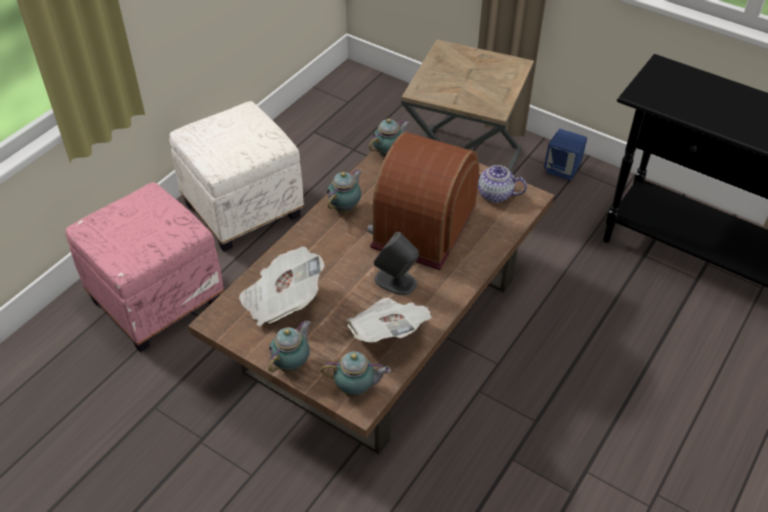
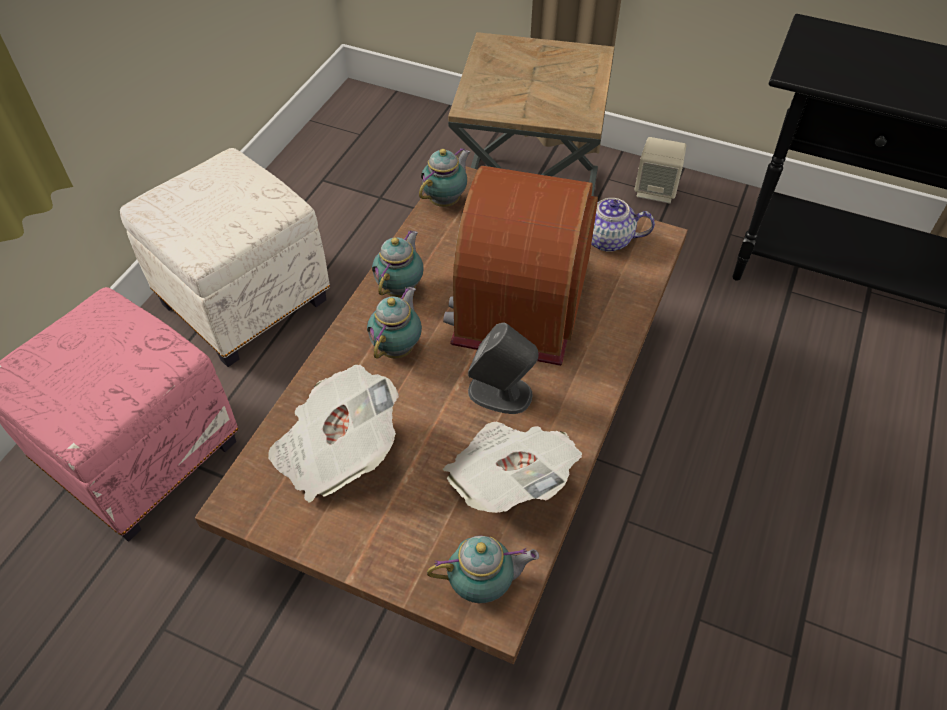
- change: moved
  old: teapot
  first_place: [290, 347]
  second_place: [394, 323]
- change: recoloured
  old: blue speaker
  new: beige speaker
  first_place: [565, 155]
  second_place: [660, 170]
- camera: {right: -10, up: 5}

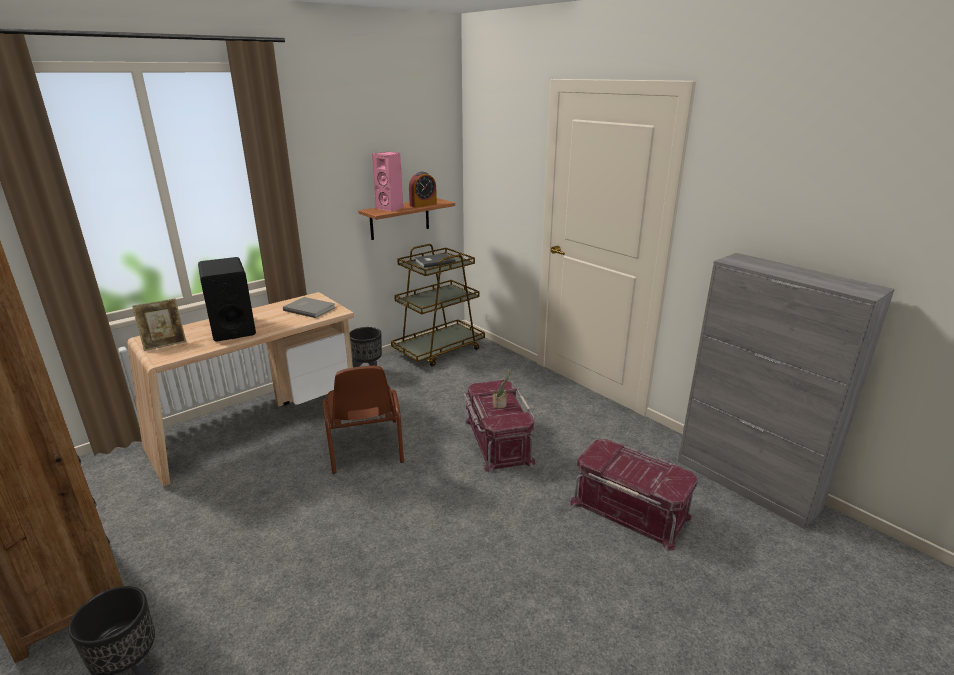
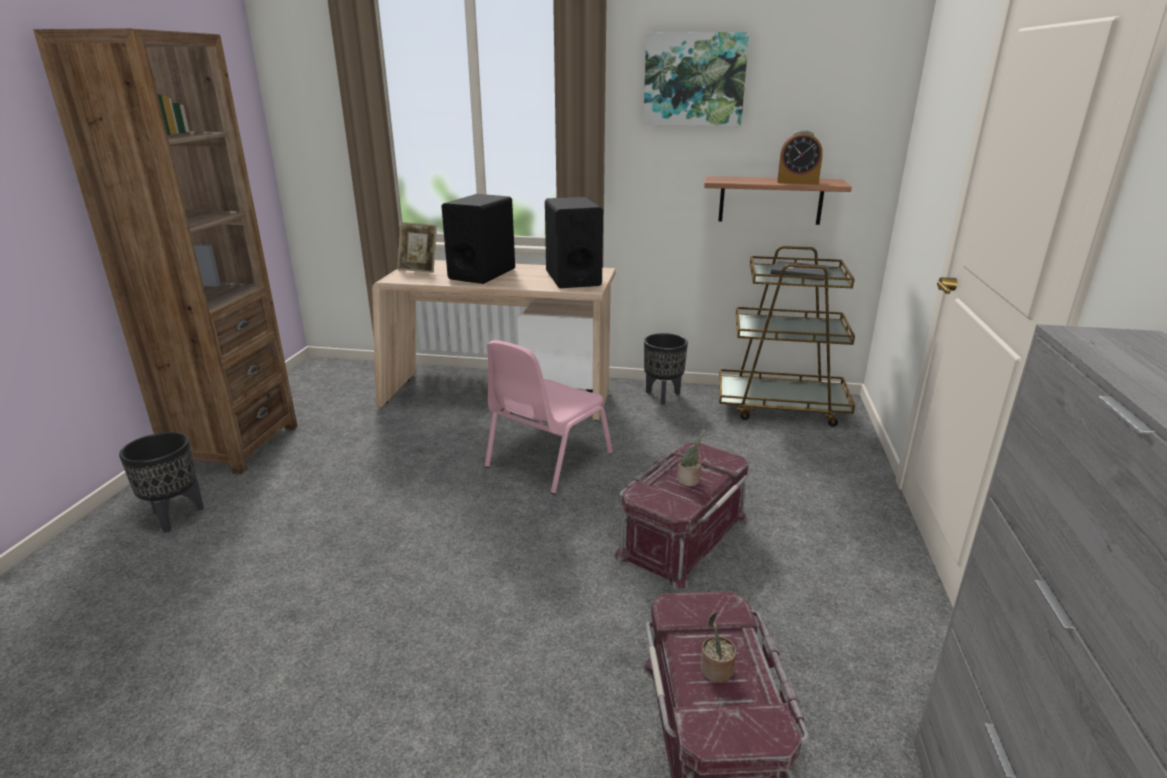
- change: recoloured
  old: brown chair
  new: pink chair
  first_place: [363, 420]
  second_place: [549, 417]
- change: replaced
  old: grey book
  new: black speaker
  first_place: [309, 307]
  second_place: [574, 242]
- change: added
  new: picture
  second_place: [696, 79]
- change: added
  new: potted plant
  second_place: [718, 647]
- change: removed
  old: pink speaker
  first_place: [387, 182]
- camera: {right: 50, up: 0}

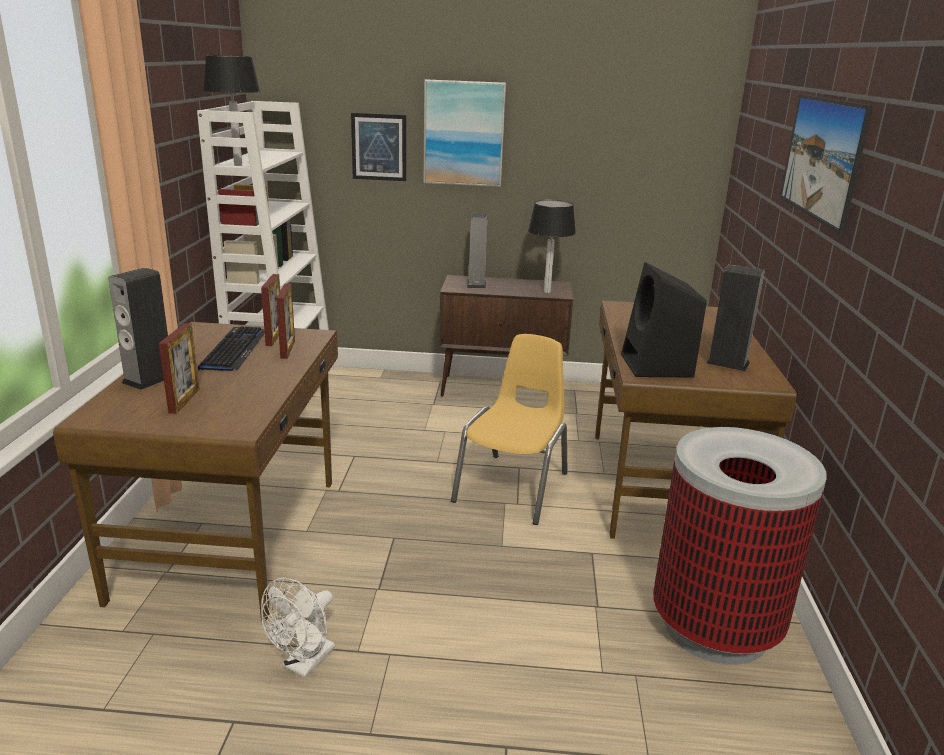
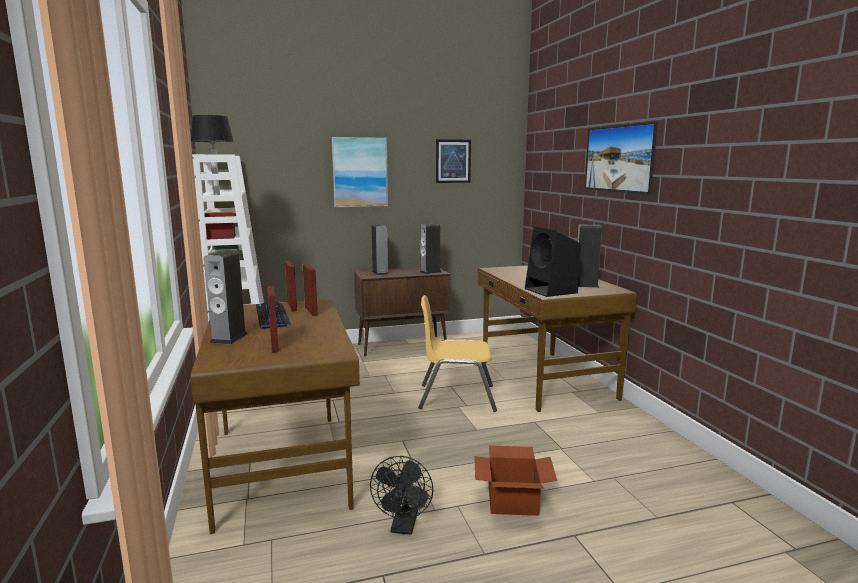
- change: recoloured
  old: white fan
  new: black fan
  first_place: [298, 627]
  second_place: [401, 495]
- change: turned
  old: yellow chair
  first_place: [509, 429]
  second_place: [457, 353]
  degrees: -90
- change: replaced
  old: table lamp
  new: speaker
  first_place: [552, 246]
  second_place: [430, 249]
- change: moved
  old: picture
  first_place: [378, 147]
  second_place: [453, 161]
- change: added
  new: cardboard box
  second_place: [515, 481]
- change: removed
  old: trash can
  first_place: [740, 546]
- camera: {right: -20, up: -10}

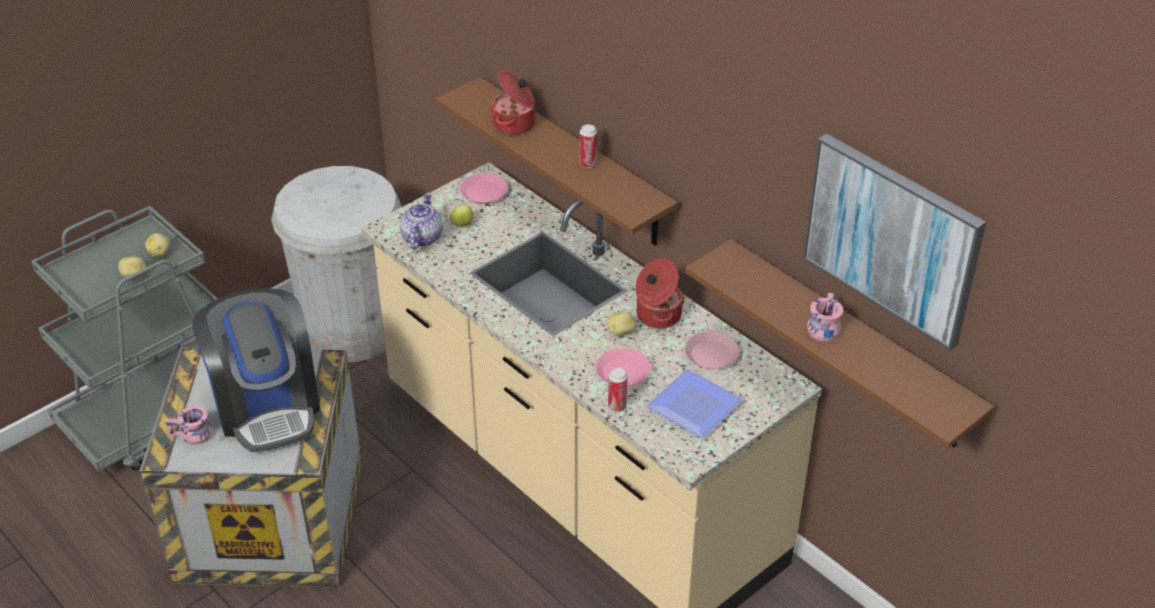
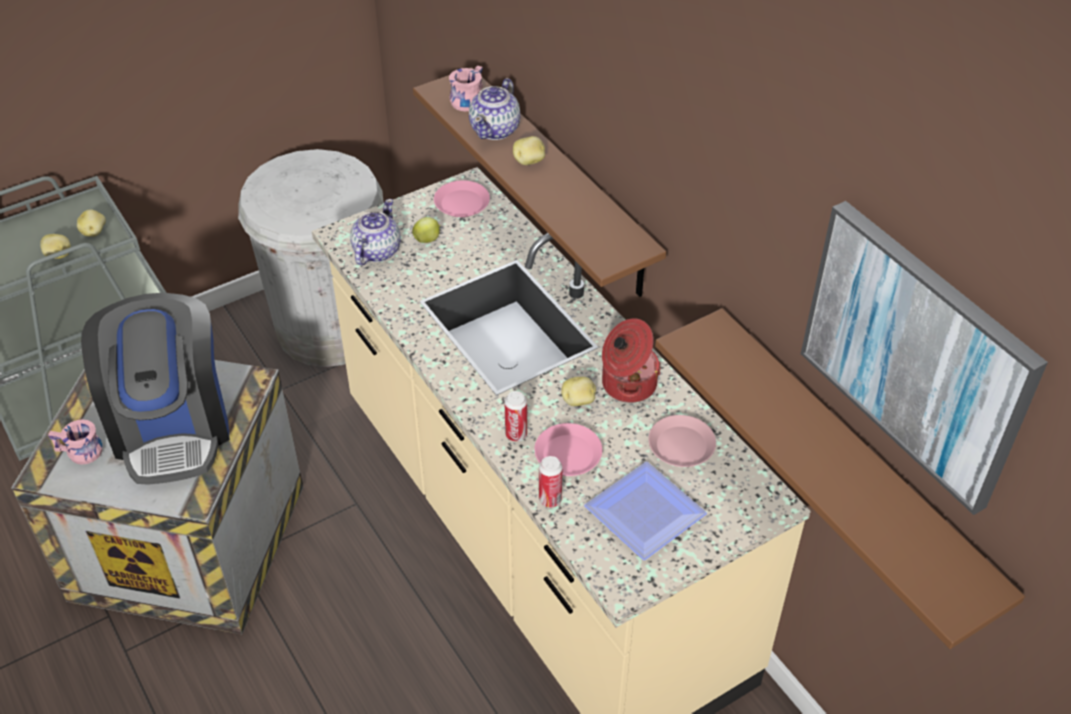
- change: moved
  old: pink mug
  first_place: [825, 317]
  second_place: [466, 88]
- change: replaced
  old: cooking pot
  new: teapot
  first_place: [512, 102]
  second_place: [494, 109]
- change: moved
  old: can
  first_place: [588, 146]
  second_place: [515, 416]
- change: added
  new: potato
  second_place: [529, 150]
- camera: {right: 10, up: 5}

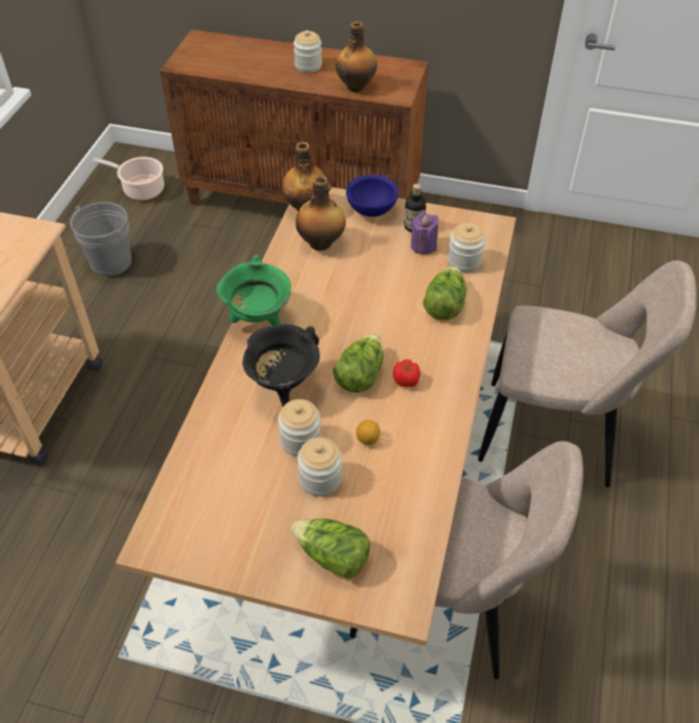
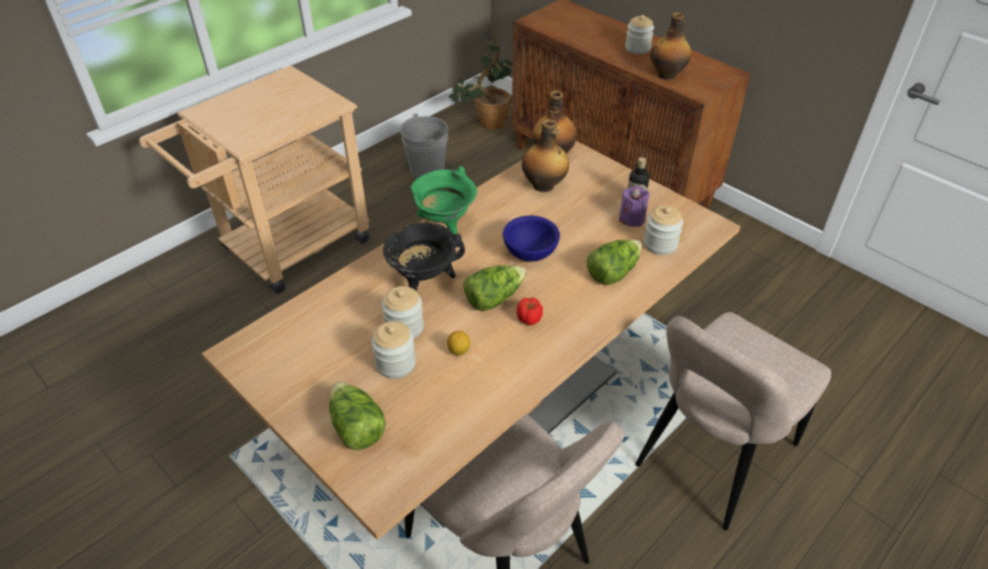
- change: replaced
  old: cooking pot
  new: potted plant
  first_place: [128, 178]
  second_place: [480, 82]
- change: moved
  old: blue bowl
  first_place: [372, 196]
  second_place: [531, 239]
- change: turned
  old: beige chair
  first_place: [587, 373]
  second_place: [733, 421]
  degrees: 90
- camera: {right: 30, up: -5}

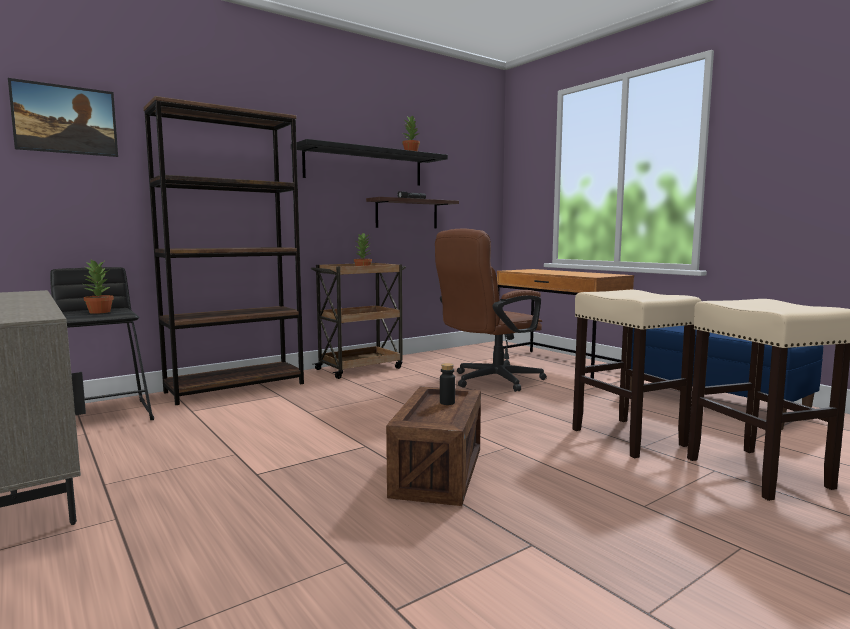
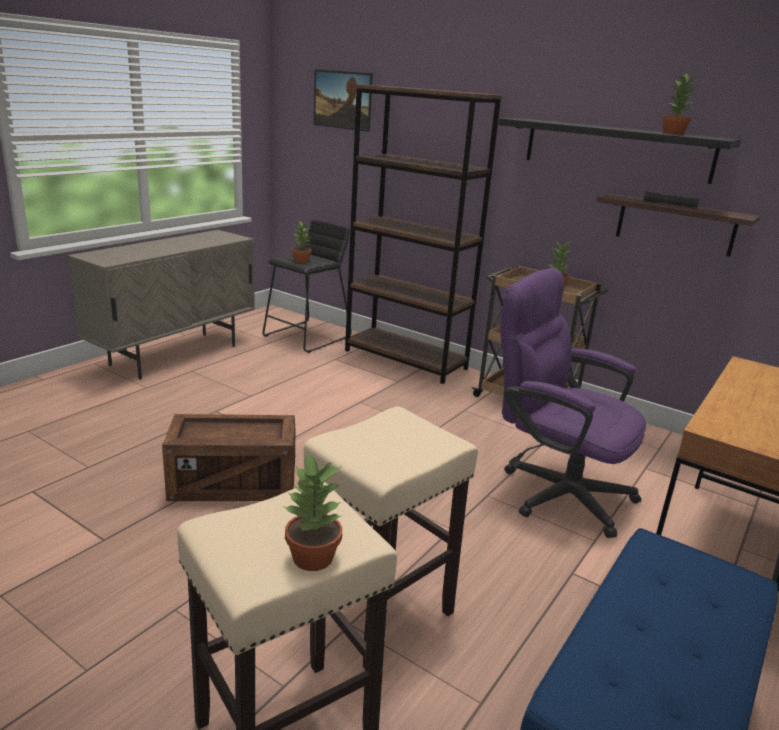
- change: added
  new: potted plant
  second_place: [312, 511]
- change: recoloured
  old: brown office chair
  new: purple office chair
  first_place: [491, 310]
  second_place: [573, 403]
- change: removed
  old: black bottle
  first_place: [447, 384]
- camera: {right: 70, up: 15}

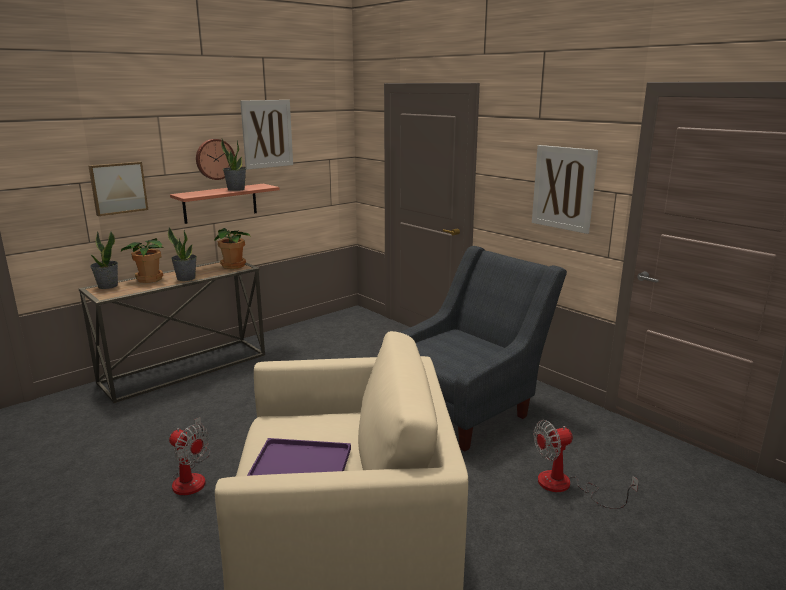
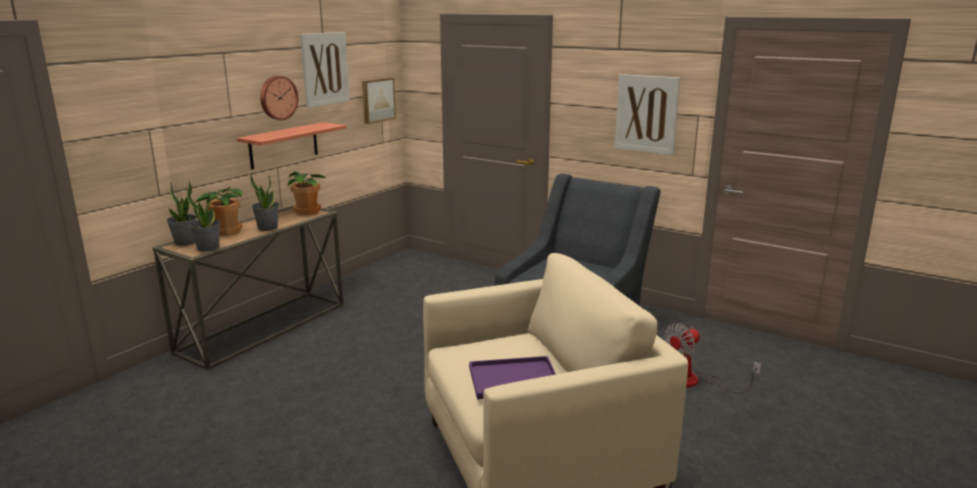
- change: moved
  old: potted plant
  first_place: [233, 165]
  second_place: [203, 220]
- change: moved
  old: picture
  first_place: [118, 188]
  second_place: [379, 101]
- change: removed
  old: fan
  first_place: [189, 456]
- camera: {right: -15, up: 0}

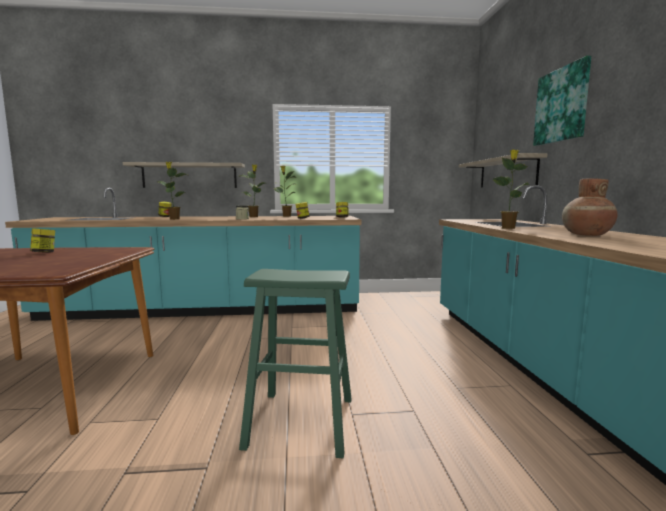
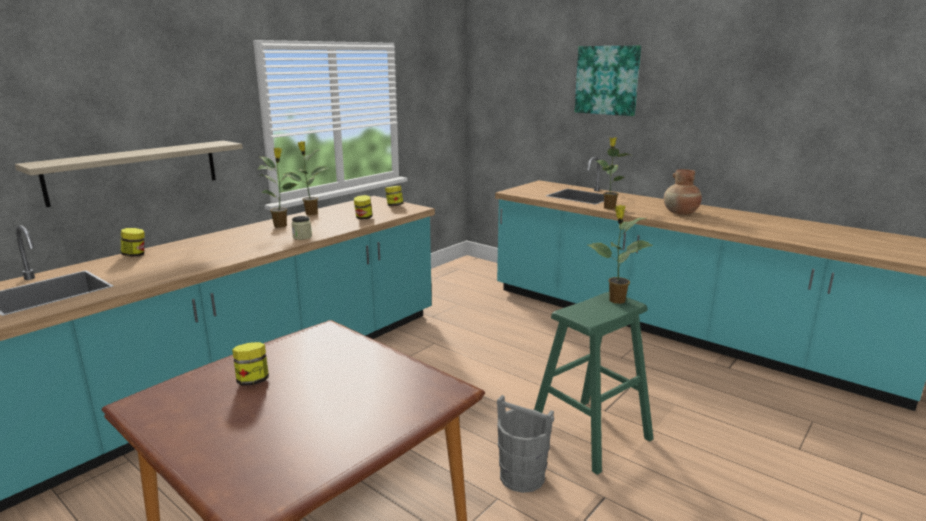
- change: added
  new: grey bucket
  second_place: [525, 444]
- change: moved
  old: potted plant
  first_place: [172, 191]
  second_place: [620, 254]
- change: removed
  old: shelf
  first_place: [503, 170]
- camera: {right: -45, up: 10}

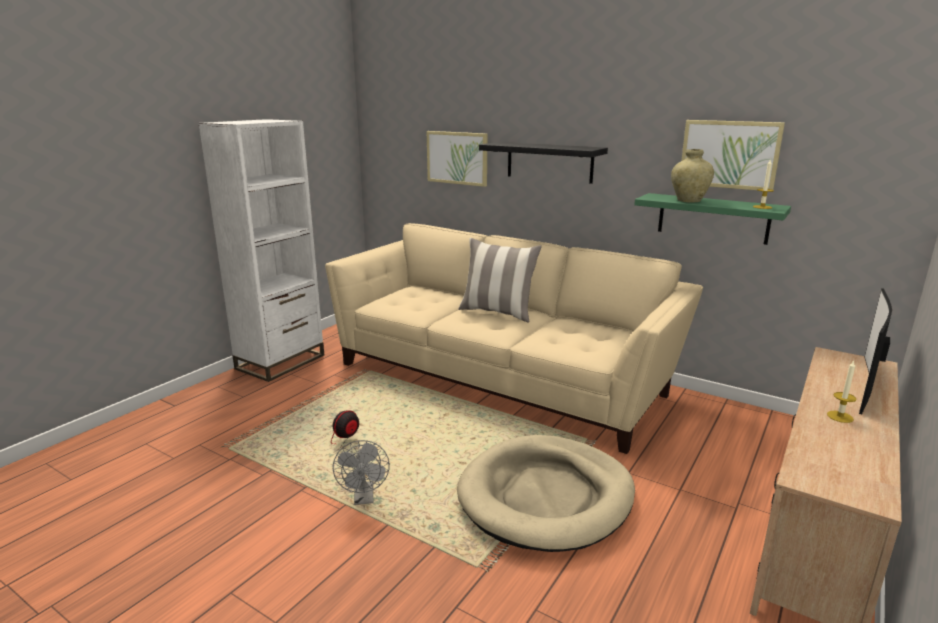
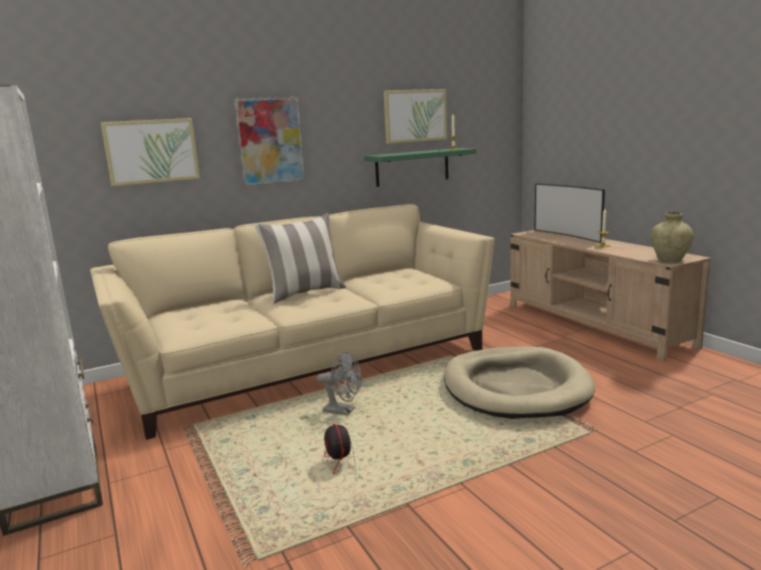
- change: replaced
  old: black shelf
  new: picture
  first_place: [543, 163]
  second_place: [269, 141]
- change: moved
  old: grey fan
  first_place: [361, 472]
  second_place: [339, 383]
- change: moved
  old: beige vase
  first_place: [692, 176]
  second_place: [672, 237]
- camera: {right: -60, up: -5}

